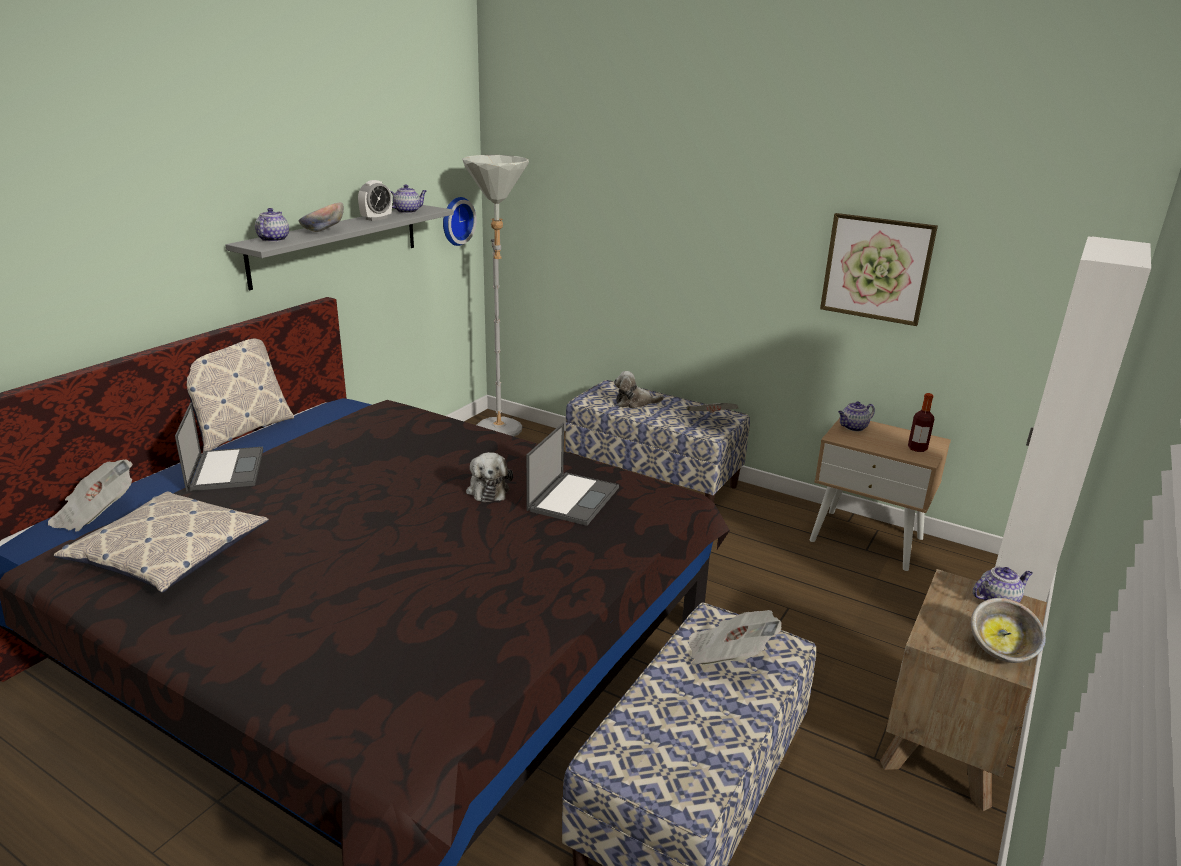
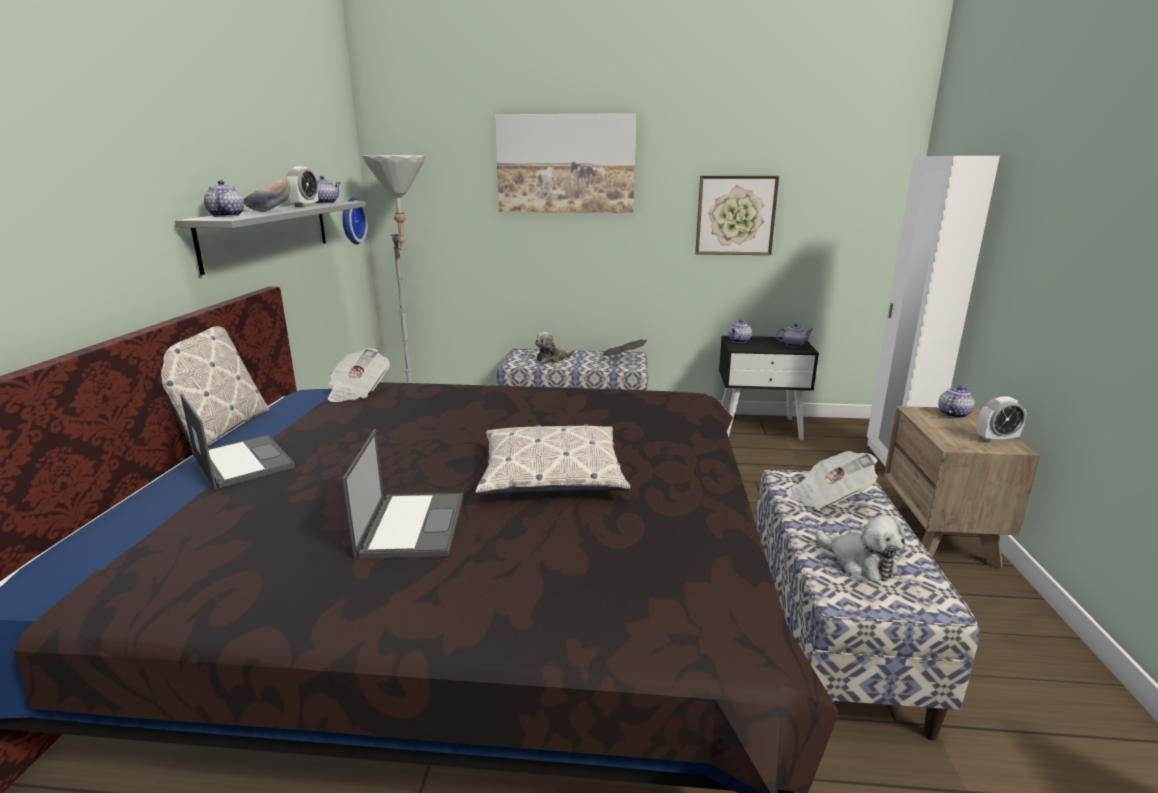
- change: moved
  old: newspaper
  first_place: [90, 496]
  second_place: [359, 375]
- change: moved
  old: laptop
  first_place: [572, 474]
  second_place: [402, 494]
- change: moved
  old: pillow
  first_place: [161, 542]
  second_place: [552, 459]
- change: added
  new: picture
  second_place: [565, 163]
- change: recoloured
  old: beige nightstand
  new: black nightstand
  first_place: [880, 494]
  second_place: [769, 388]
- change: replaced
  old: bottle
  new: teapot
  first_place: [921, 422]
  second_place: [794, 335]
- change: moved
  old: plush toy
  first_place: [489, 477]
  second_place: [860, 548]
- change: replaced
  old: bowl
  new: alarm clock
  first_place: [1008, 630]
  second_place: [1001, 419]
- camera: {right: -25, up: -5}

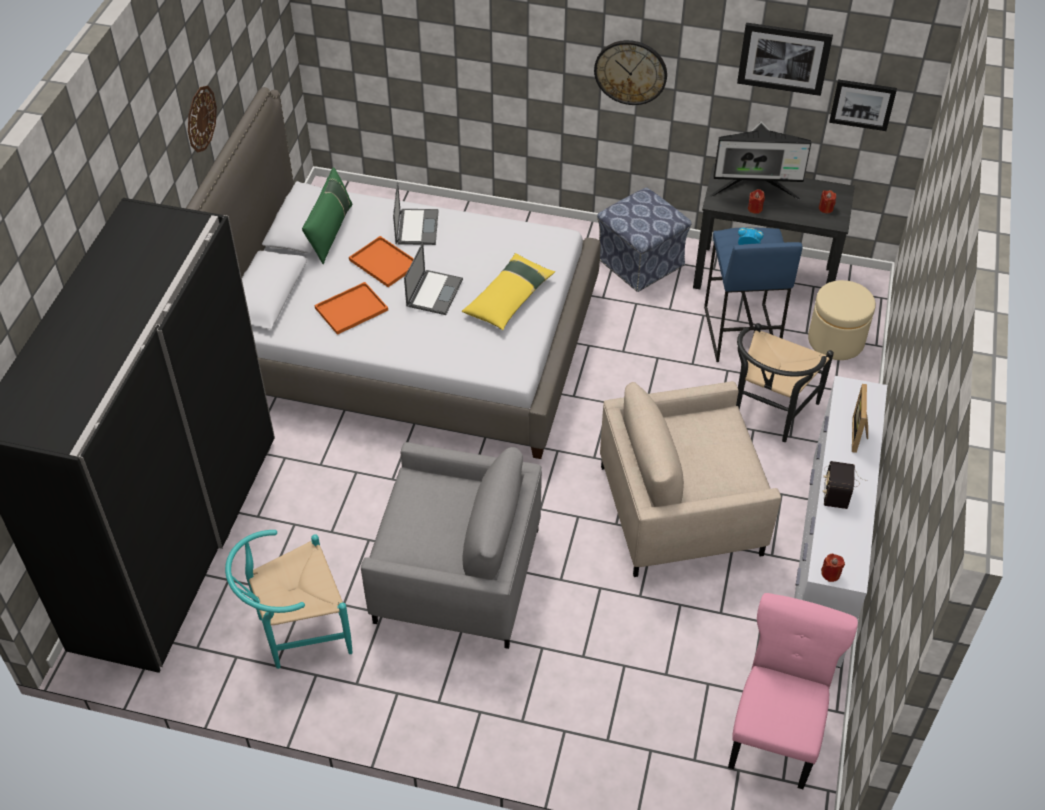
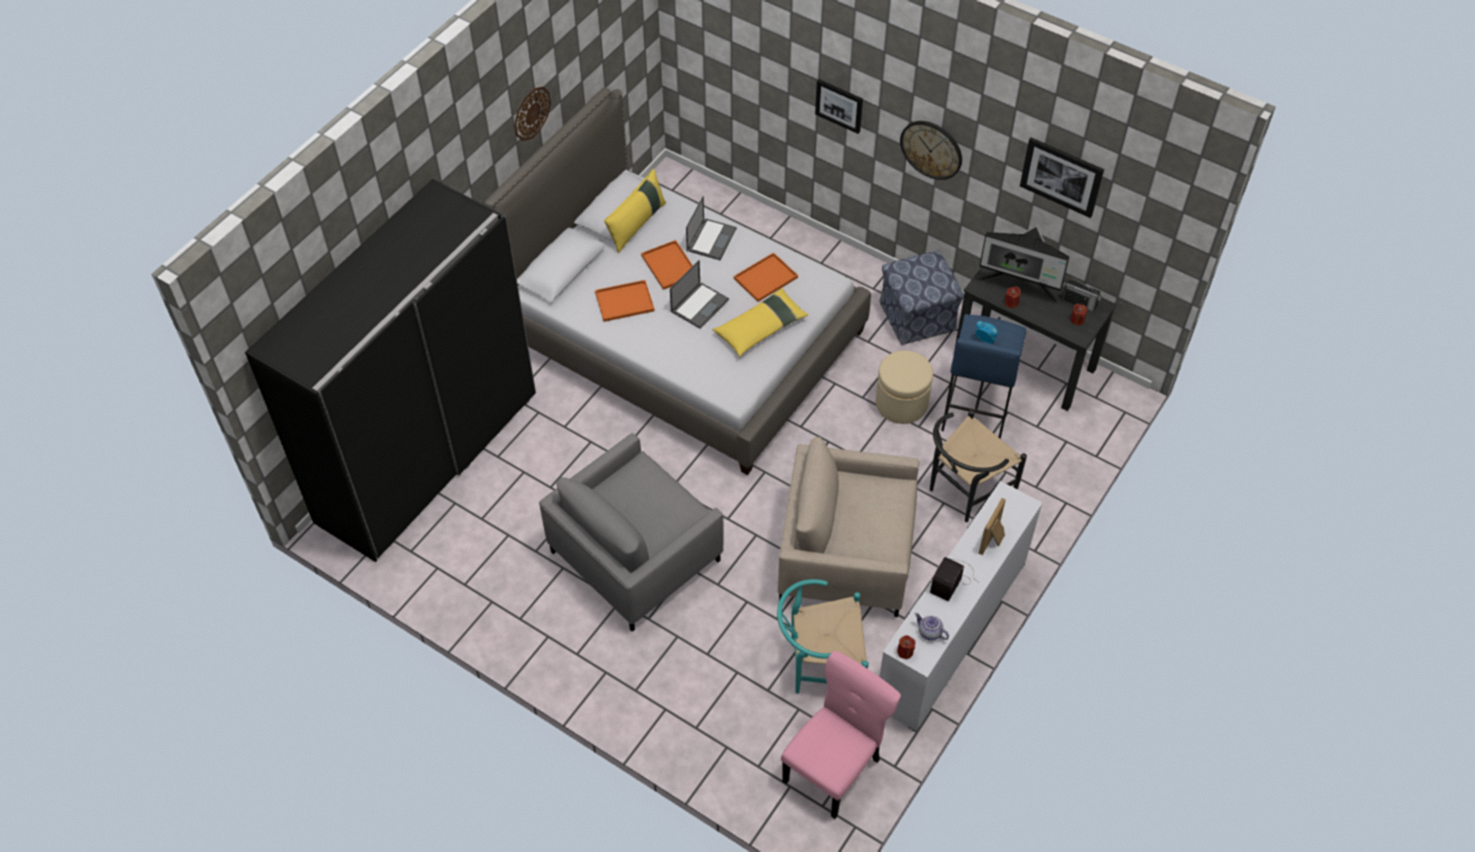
- change: turned
  old: grey armchair
  first_place: [451, 545]
  second_place: [631, 532]
  degrees: 105
- change: recoloured
  old: green pillow
  new: yellow pillow
  first_place: [327, 215]
  second_place: [635, 211]
- change: added
  new: orange tray
  second_place: [766, 277]
- change: moved
  old: turquoise chair
  first_place: [289, 599]
  second_place: [823, 636]
- change: moved
  old: picture
  first_place: [863, 105]
  second_place: [839, 106]
- change: moved
  old: beige ottoman
  first_place: [842, 320]
  second_place: [904, 387]
- change: added
  new: teapot
  second_place: [932, 627]
- change: added
  new: radio
  second_place: [1082, 295]
- camera: {right: 20, up: 5}

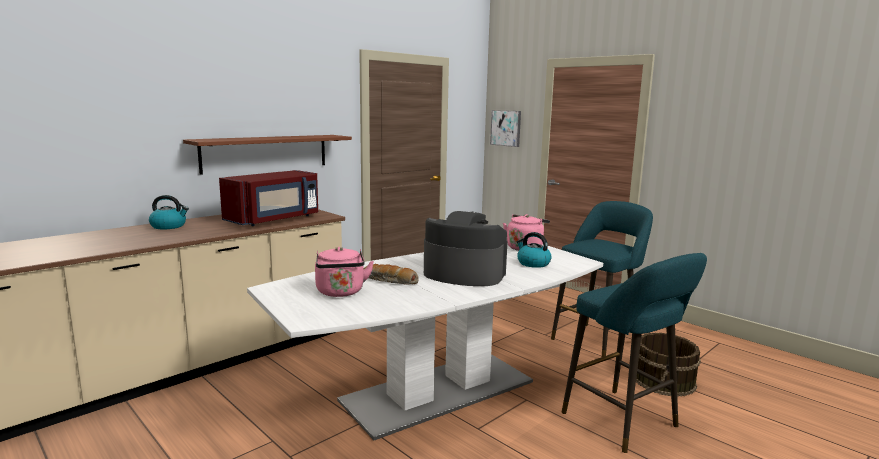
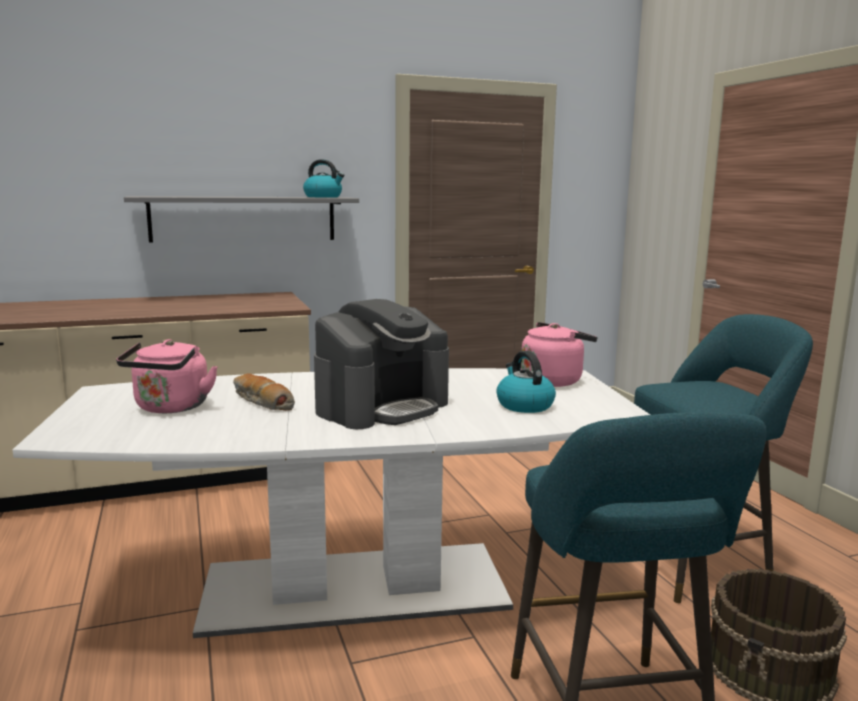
- change: recoloured
  old: brown shelf
  new: grey shelf
  first_place: [267, 155]
  second_place: [241, 219]
- change: moved
  old: kettle
  first_place: [169, 212]
  second_place: [323, 178]
- change: turned
  old: coffee machine
  first_place: [466, 248]
  second_place: [381, 364]
  degrees: 90
- change: removed
  old: red microwave
  first_place: [268, 198]
- change: removed
  old: picture
  first_place: [505, 128]
- camera: {right: 25, up: 0}

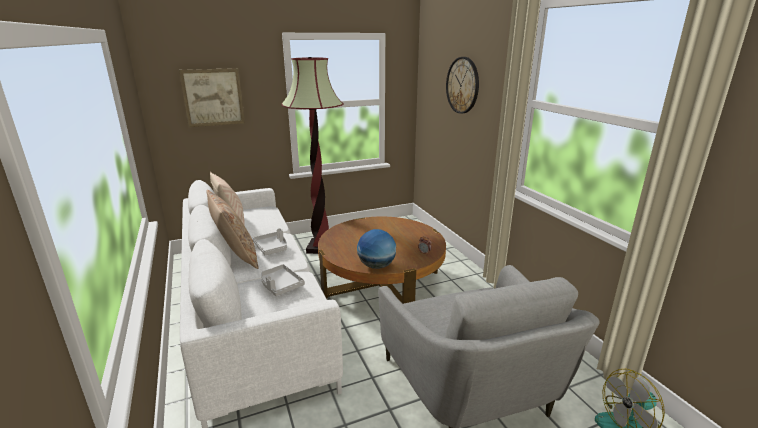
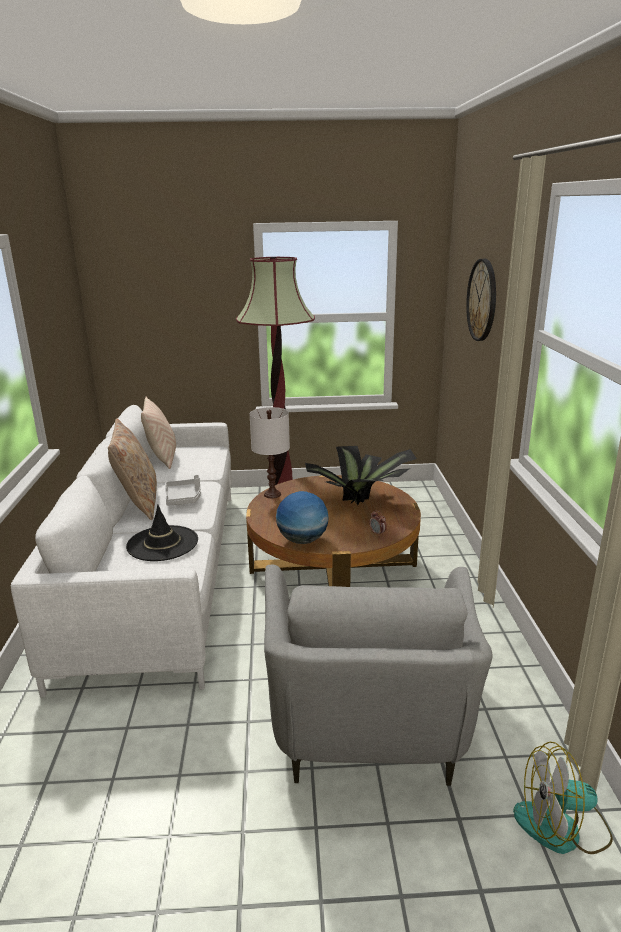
- change: replaced
  old: grey tray
  new: black hat
  first_place: [283, 280]
  second_place: [162, 532]
- change: added
  new: white table lamp
  second_place: [269, 452]
- change: added
  new: potted plant
  second_place: [361, 475]
- change: removed
  old: picture
  first_place: [212, 97]
- camera: {right: 20, up: 0}

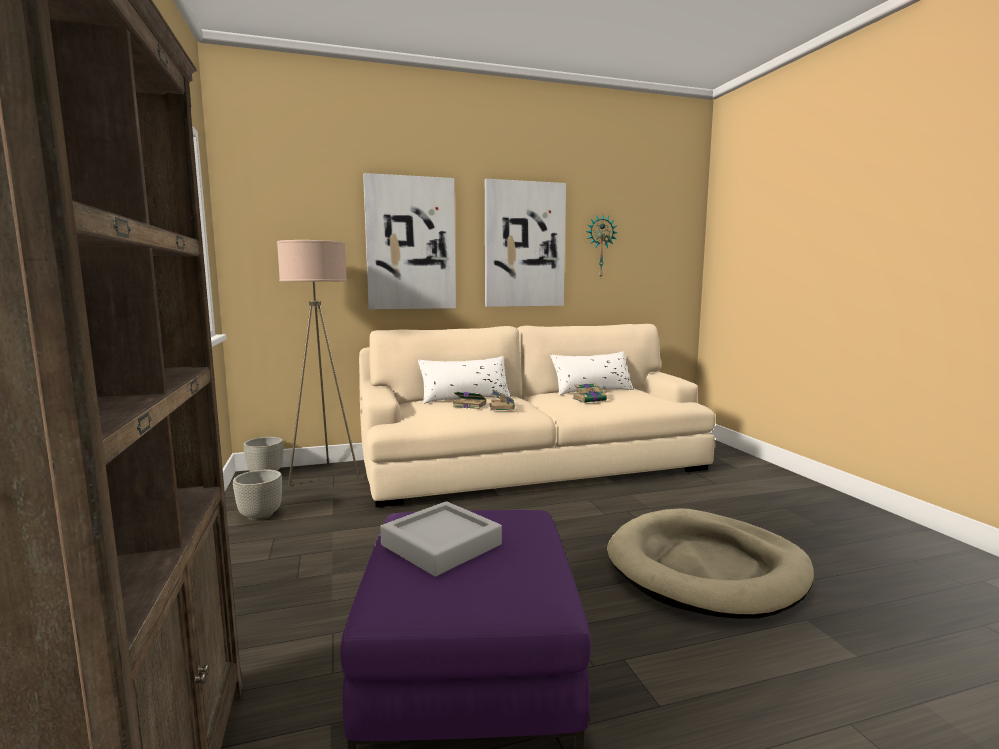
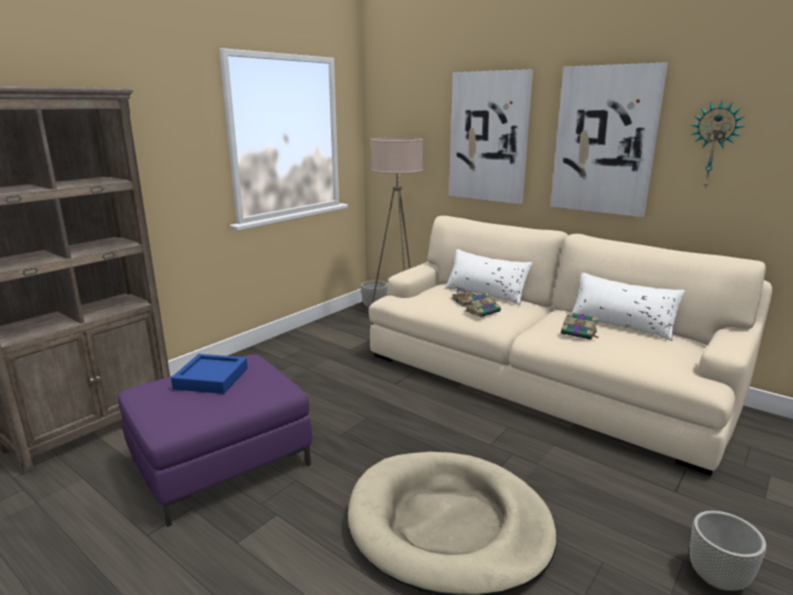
- change: recoloured
  old: grey tray
  new: blue tray
  first_place: [441, 538]
  second_place: [209, 374]
- change: moved
  old: grey planter
  first_place: [257, 495]
  second_place: [728, 551]
- camera: {right: 55, up: 10}

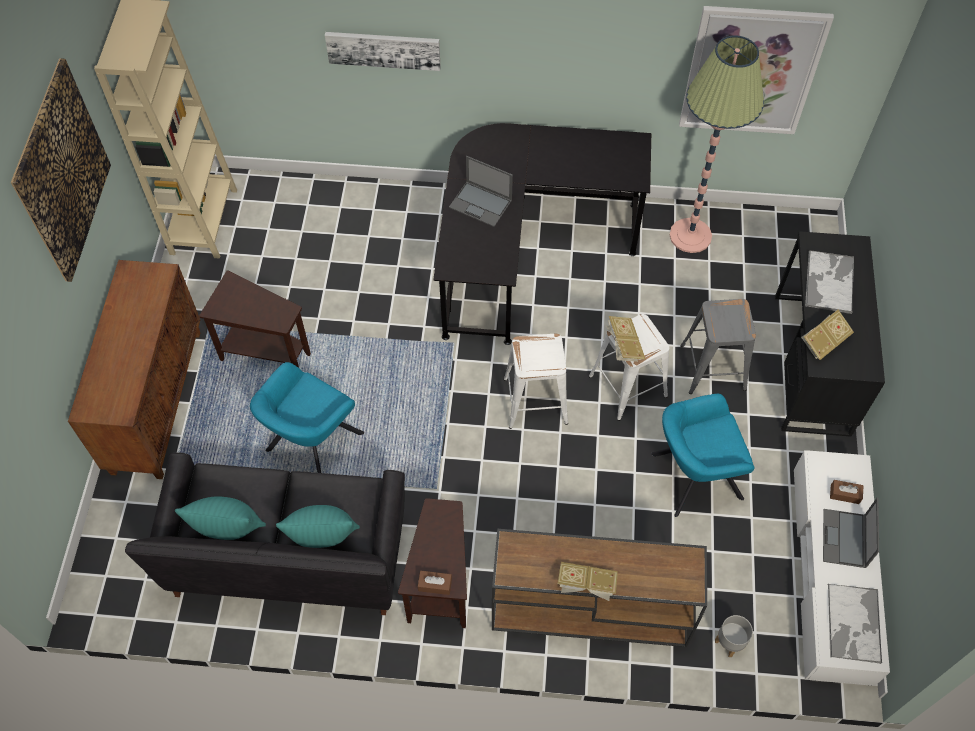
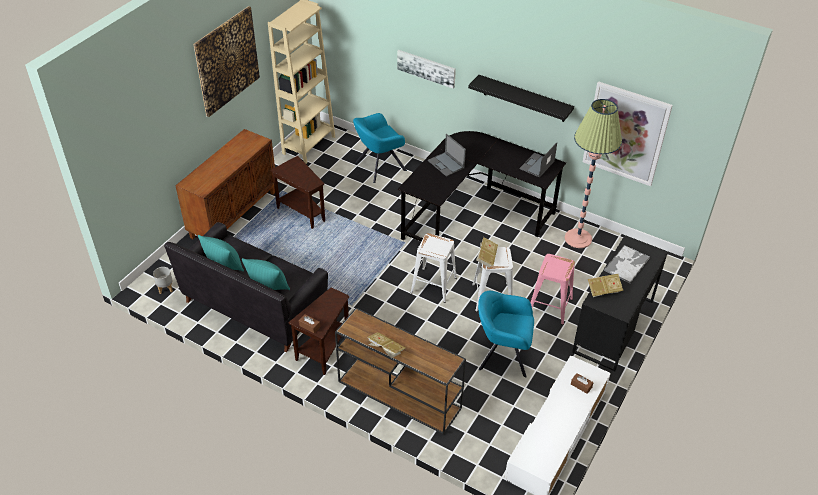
- change: moved
  old: grey planter
  first_place: [734, 636]
  second_place: [163, 280]
- change: moved
  old: turquoise armchair
  first_place: [307, 417]
  second_place: [380, 148]
- change: added
  new: black shelf
  second_place: [521, 98]
- change: moved
  old: laptop
  first_place: [851, 533]
  second_place: [538, 160]
- change: recoloured
  old: grey stool
  new: pink stool
  first_place: [718, 346]
  second_place: [553, 289]
- change: removed
  old: tray
  first_place: [855, 624]
- camera: {right: 25, up: -15}

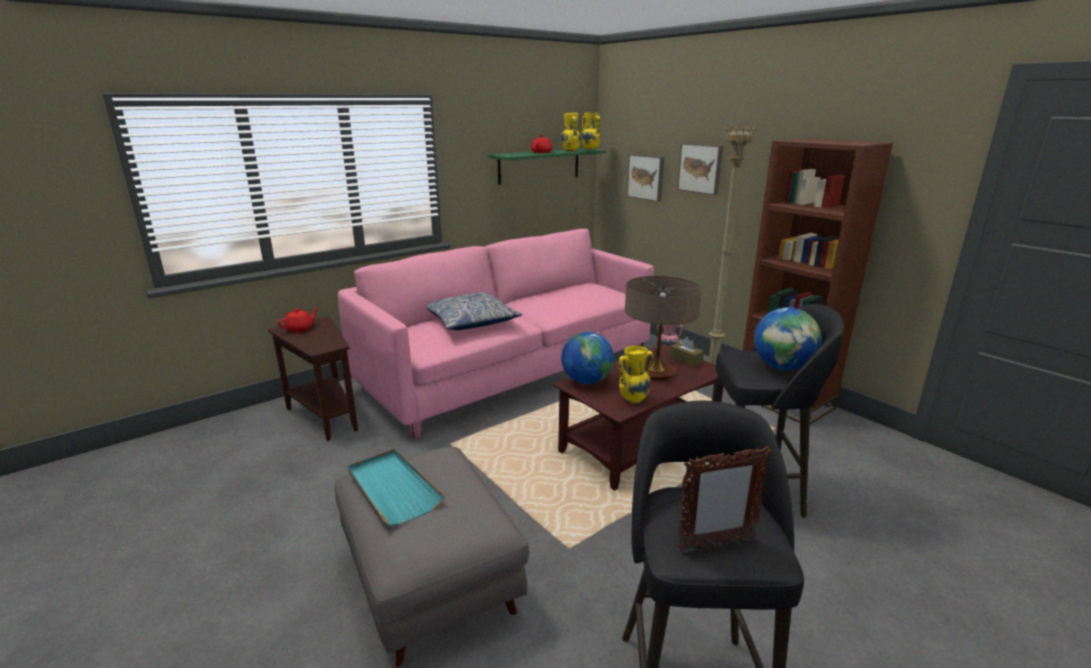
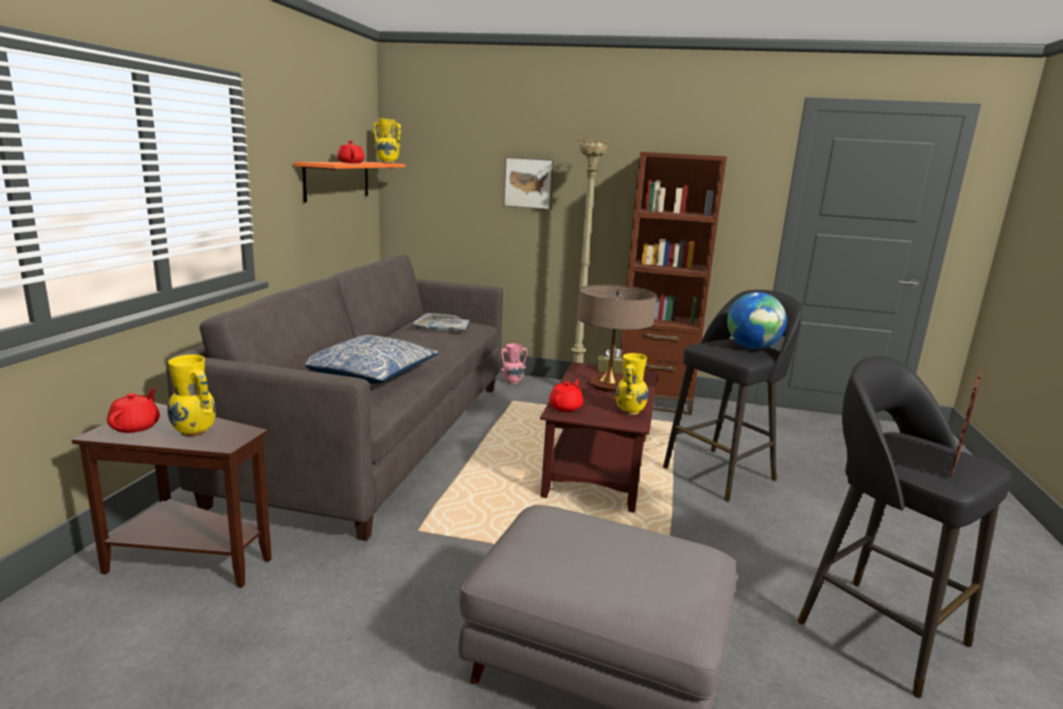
- change: recoloured
  old: pink sofa
  new: grey sofa
  first_place: [496, 334]
  second_place: [334, 398]
- change: moved
  old: yellow vase
  first_place: [571, 132]
  second_place: [191, 395]
- change: recoloured
  old: green shelf
  new: orange shelf
  first_place: [547, 166]
  second_place: [350, 182]
- change: added
  new: grey tray
  second_place: [440, 322]
- change: replaced
  old: globe
  new: red teapot
  first_place: [587, 358]
  second_place: [566, 396]
- change: removed
  old: turquoise tray
  first_place: [396, 487]
- change: removed
  old: picture
  first_place: [645, 178]
- camera: {right: -40, up: -5}

